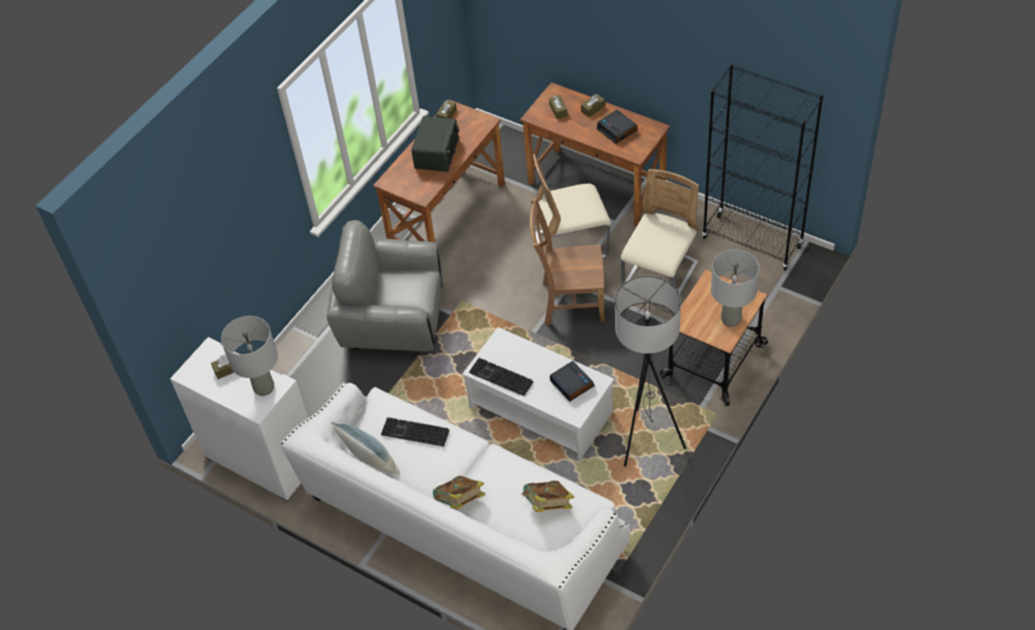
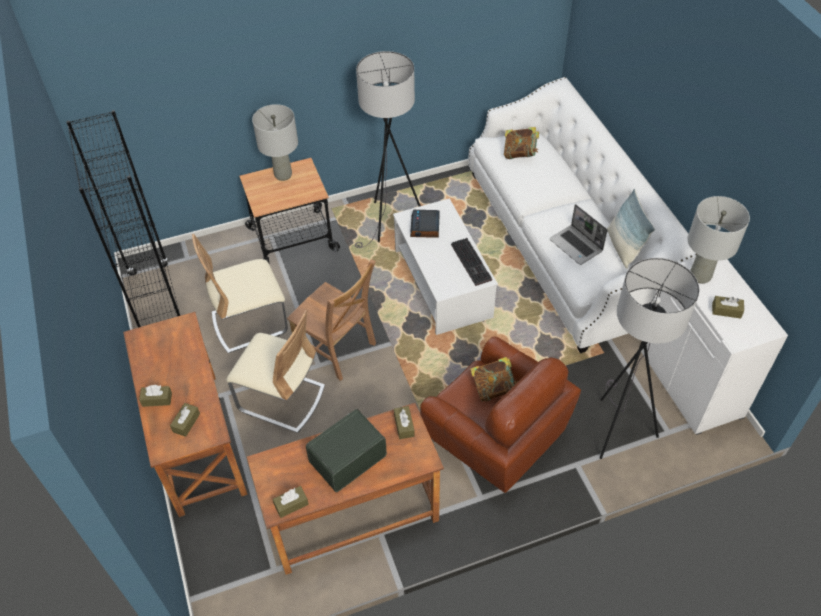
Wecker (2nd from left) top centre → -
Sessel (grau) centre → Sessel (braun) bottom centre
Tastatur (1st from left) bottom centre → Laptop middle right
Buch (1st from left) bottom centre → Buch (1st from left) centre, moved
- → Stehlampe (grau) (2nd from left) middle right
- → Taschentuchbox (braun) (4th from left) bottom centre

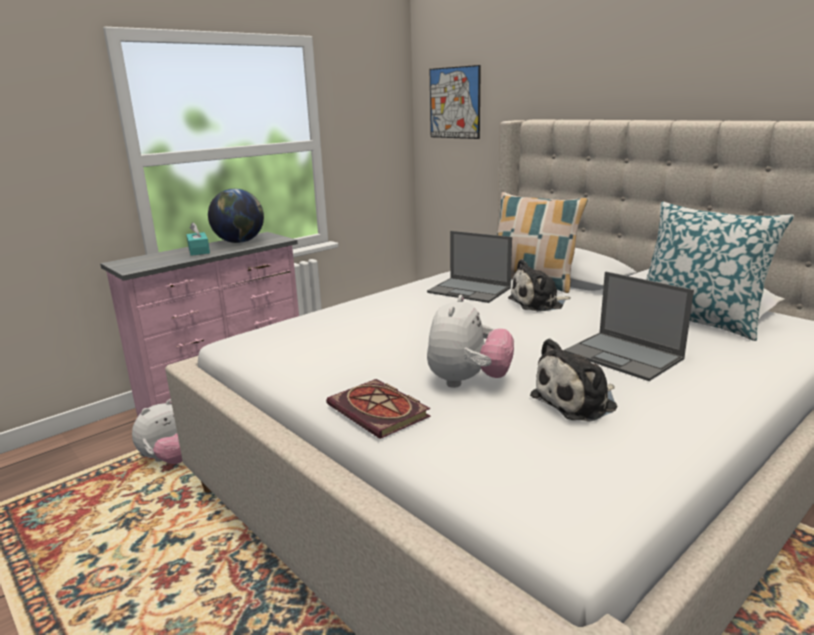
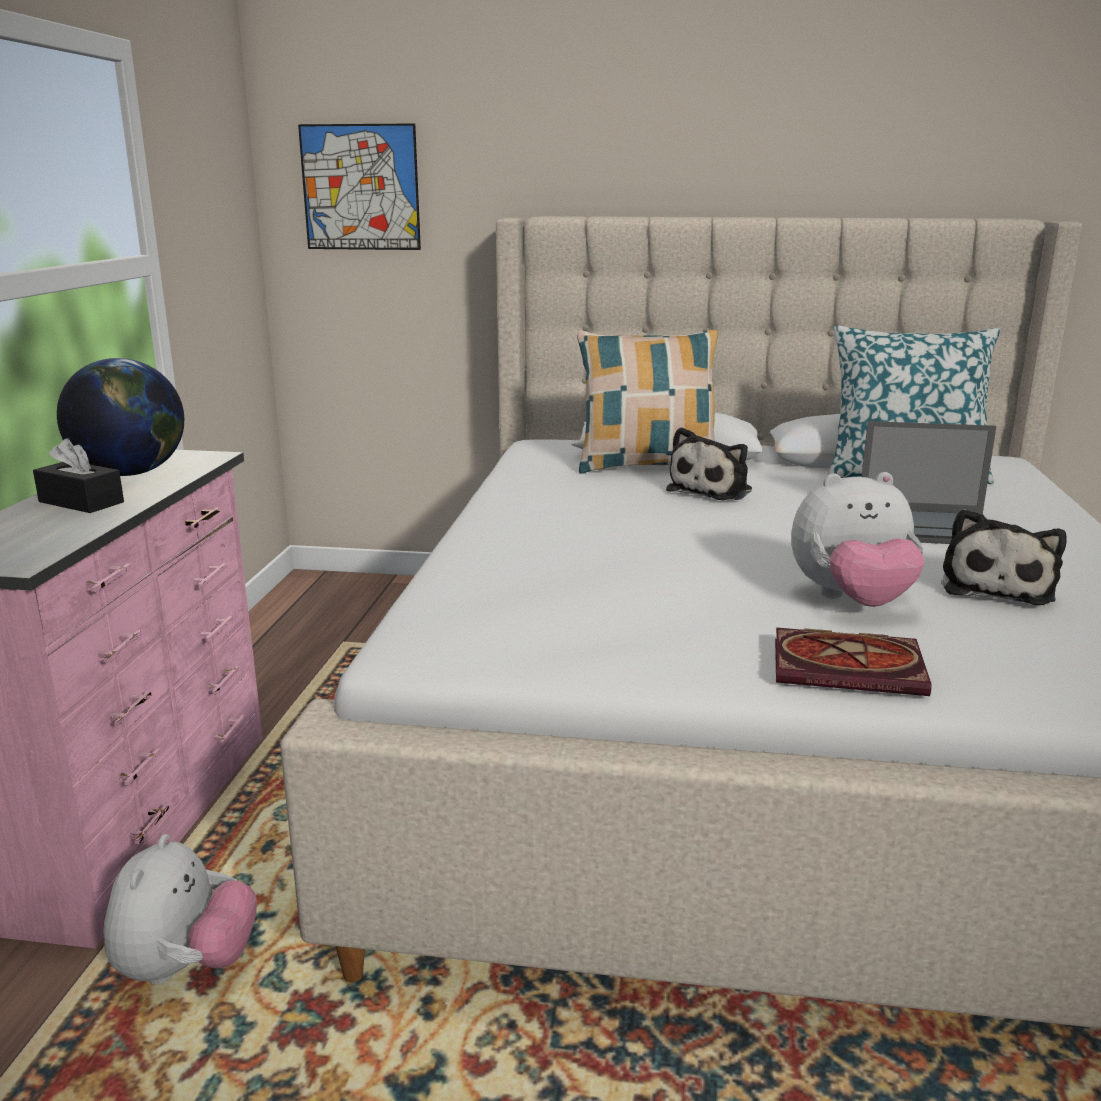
Taschentuchbox (türkis) middle left → Taschentuchbox (schwarz) middle left
Laptop (1st from left) centre → -
Plüschtier (2nd from left in the first image) centre → Plüschtier (3rd from left) middle right, 105 degrees clockwise

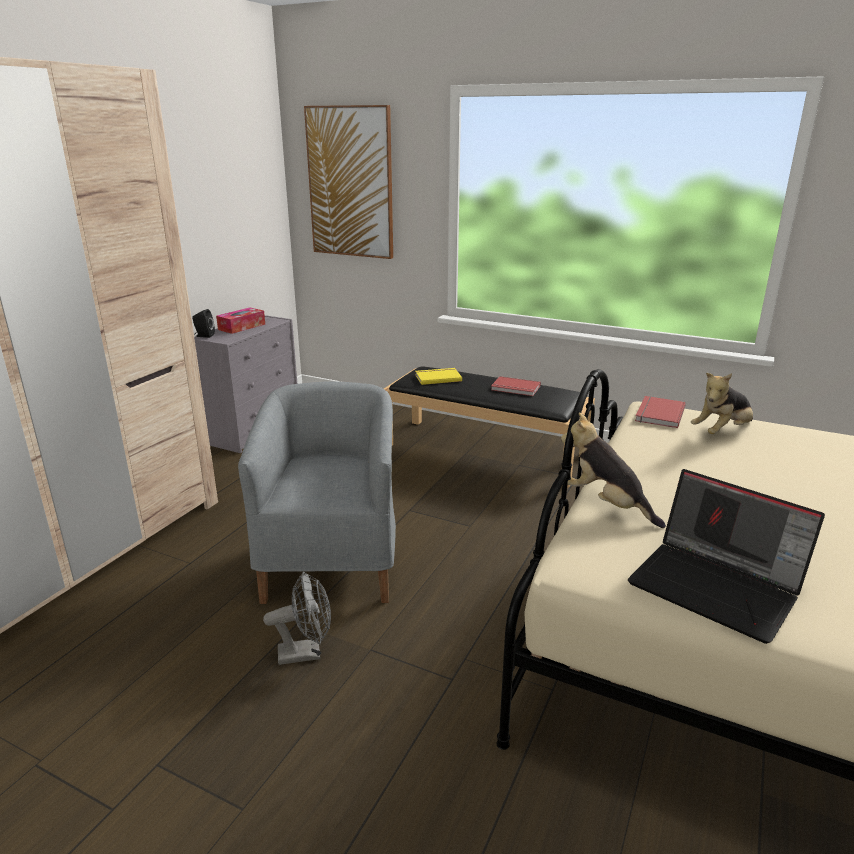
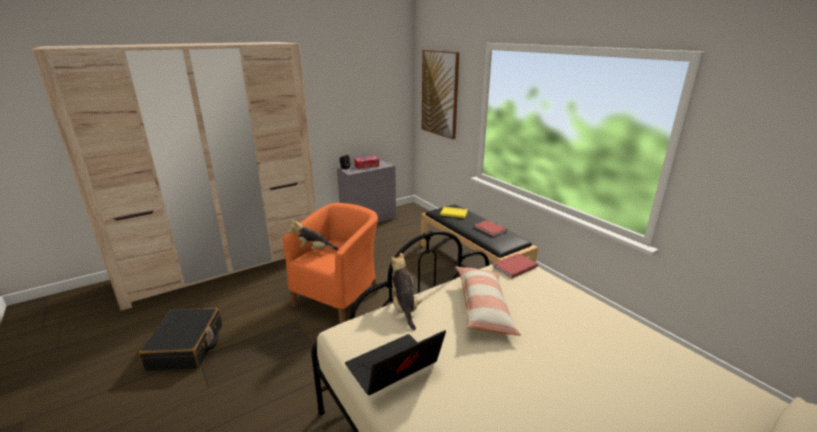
Plüschtier (2nd from left in the first image) middle right → Plüschtier (1st from left) centre, moved
Sessel (grau) centre → Sessel (orange) centre
Laptop middle right → Laptop bottom centre, 75 degrees clockwise
Ventilator (grau) bottom centre → -
- → Kissen bottom centre
- → Koffer (schwarz) bottom left

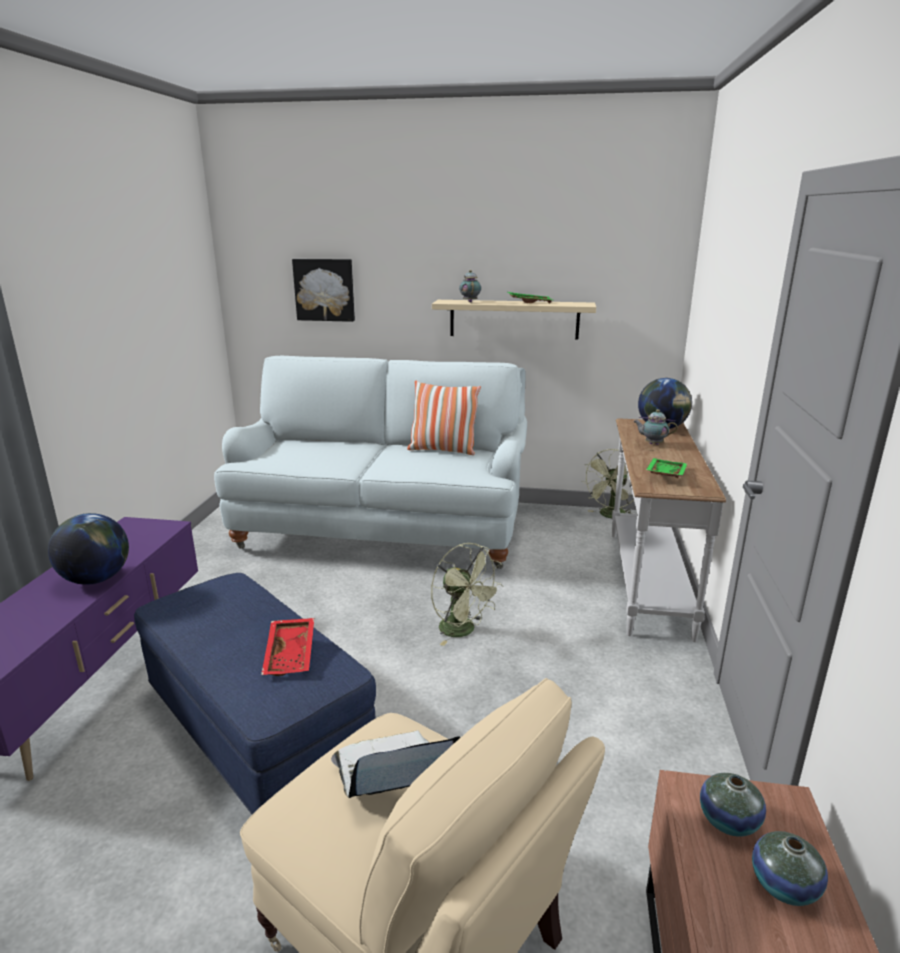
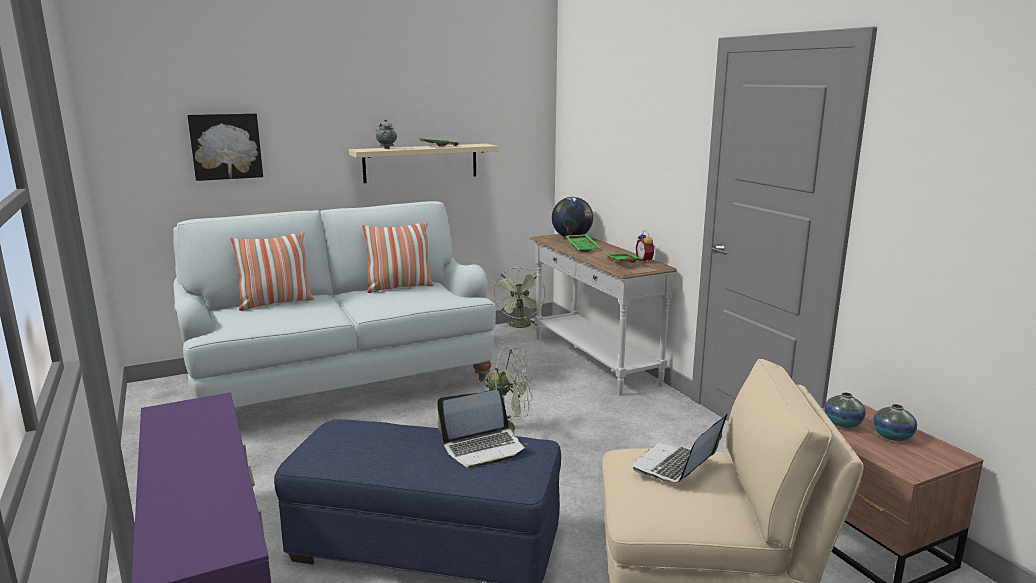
Teekanne (2nd from left) middle right → Tablett (grün) (2nd from left) centre
Globus (1st from left) middle left → -
Tablett (rot) bottom left → Laptop (1st from left) bottom centre
- → Wecker centre
- → Kissen (1st from left) middle left

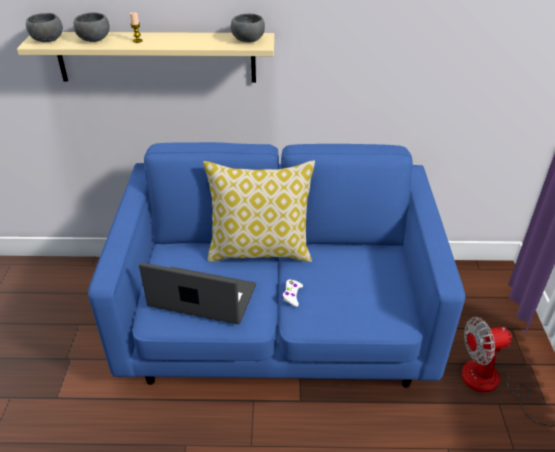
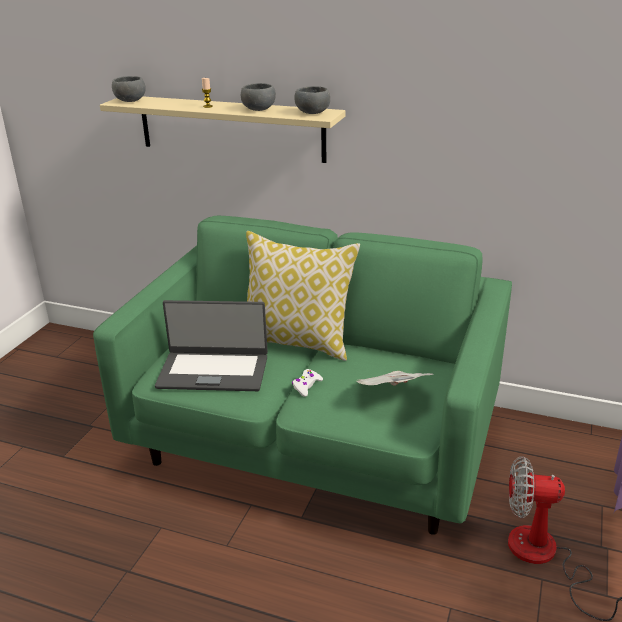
Schüssel (grau) (2nd from left) top left → Schüssel (grau) (2nd from left) top centre, moved
Sofa (blau) centre → Sofa (grün) centre
Laptop centre, 150 degrees clockwise
- → Zeitung centre

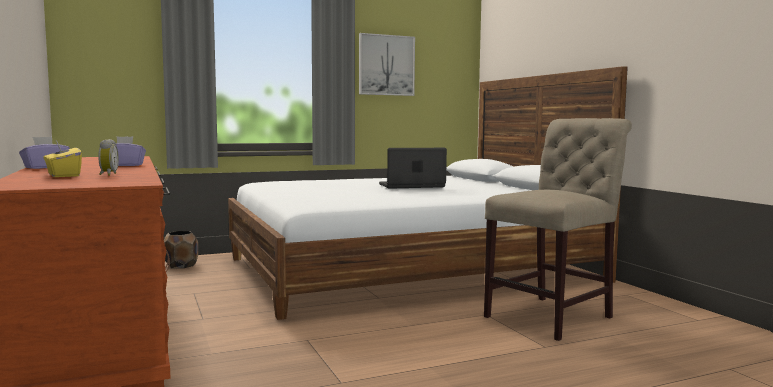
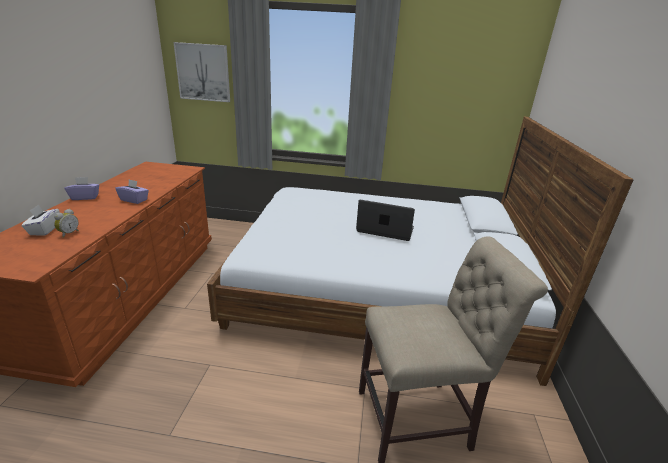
Bild top centre → Bild top left, moved
Taschentuchbox (gelb) middle left → Taschentuchbox (weiß) middle left
Pflanzkübel (braun) middle left → -

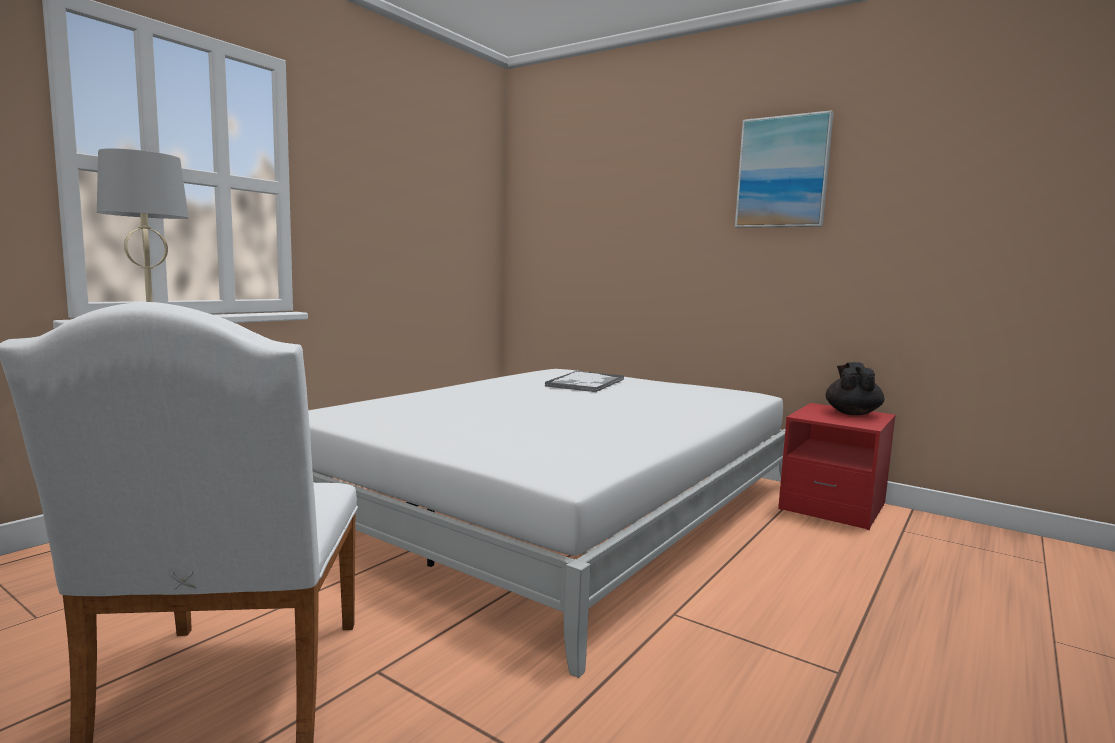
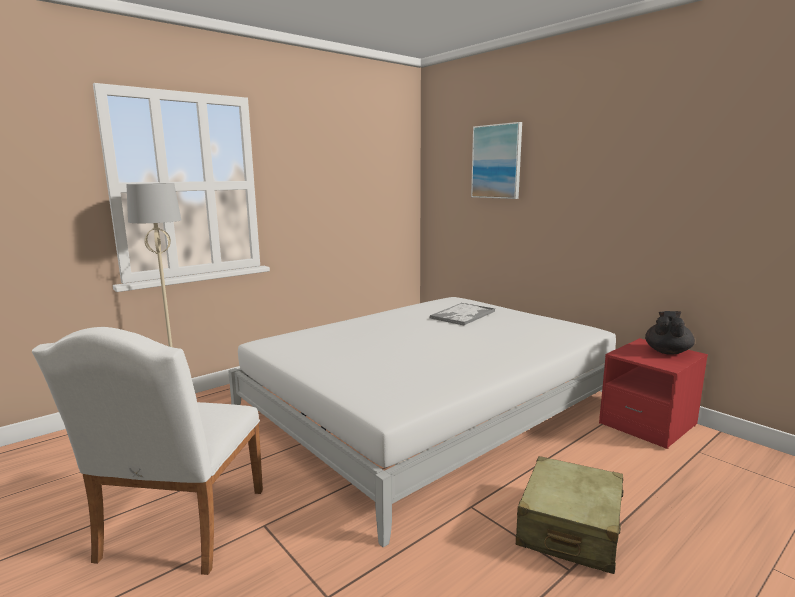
Bild top right → Bild top centre, moved
- → Koffer (beige) bottom right

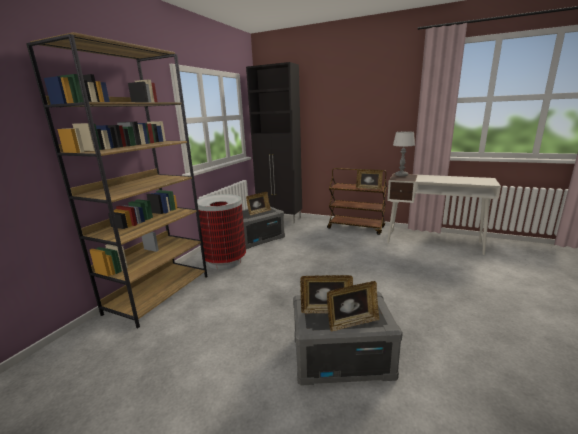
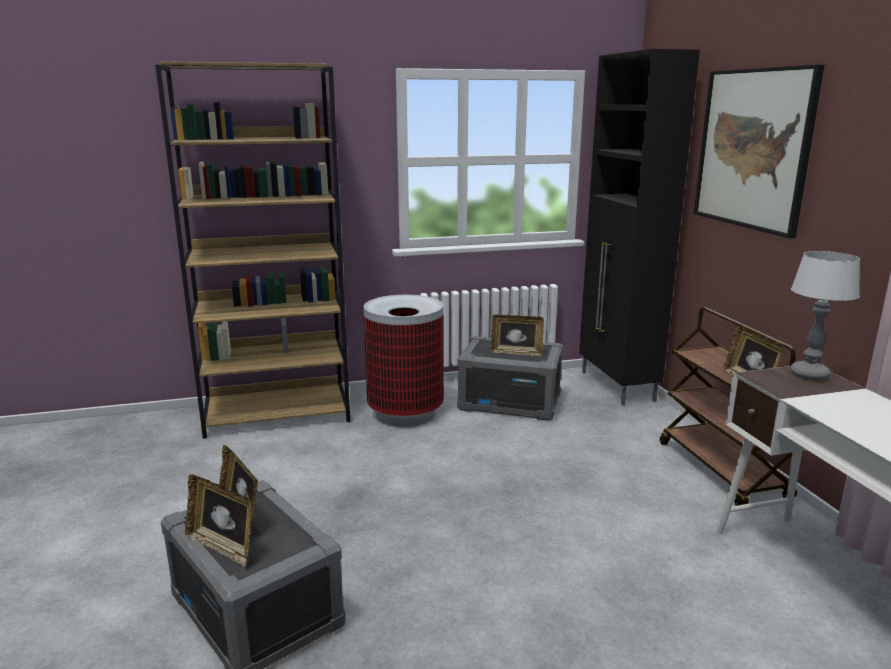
- → Bild top right

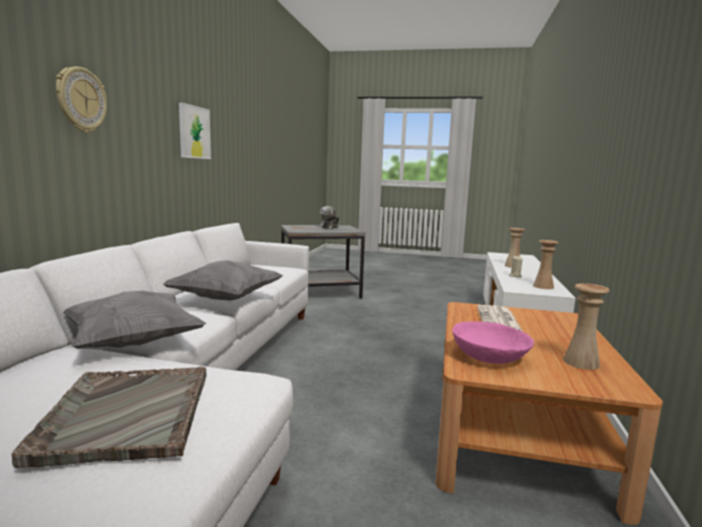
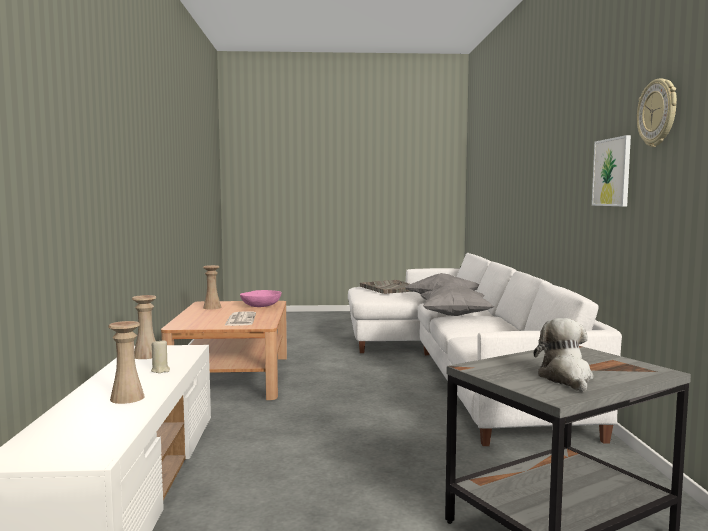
Wanduhr top left → Wanduhr top right, moved

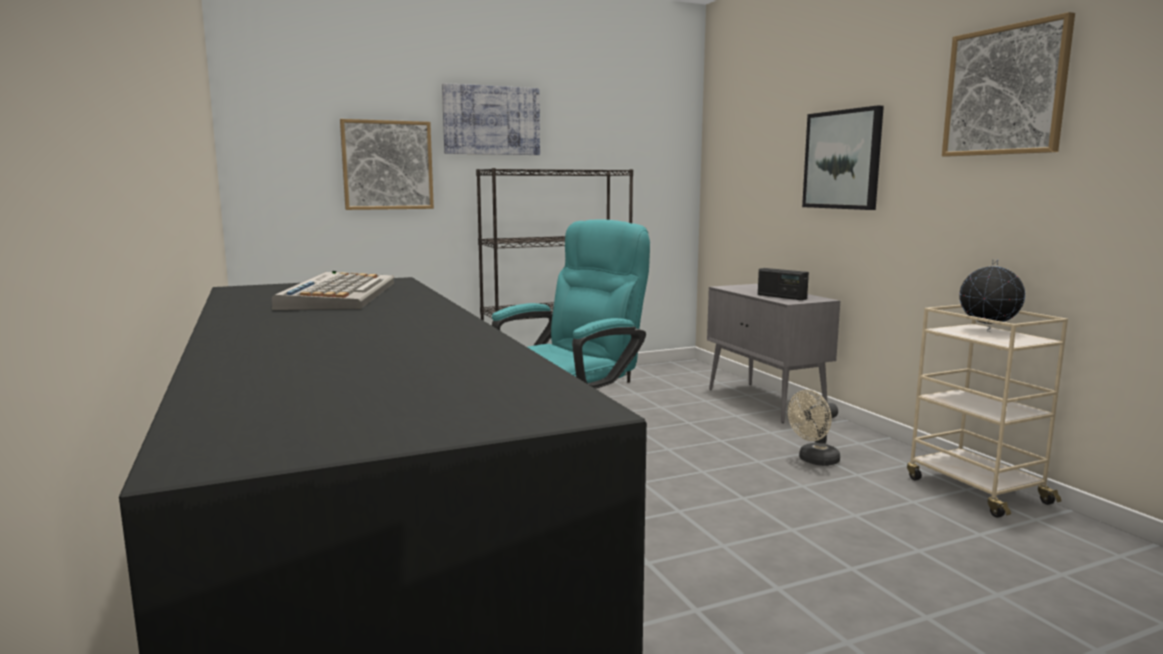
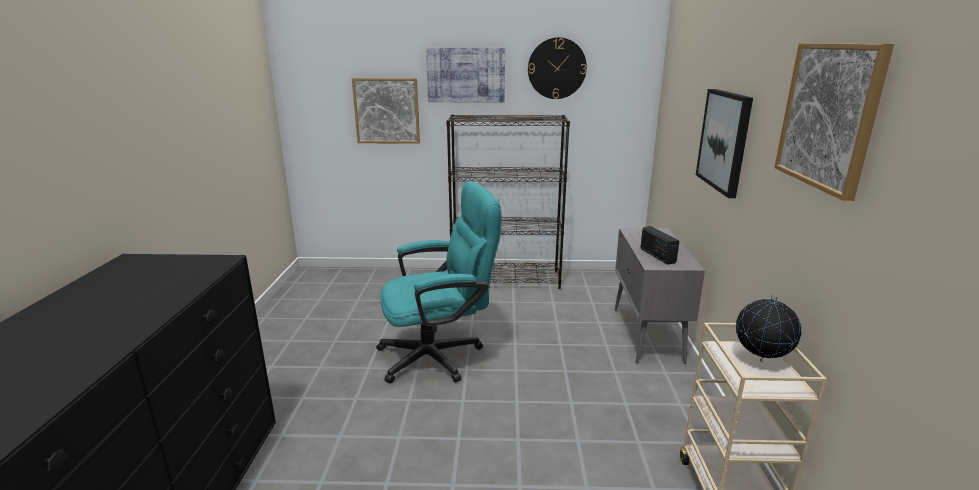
Tastatur middle left → -
Ventilator (beige) middle right → -
- → Wanduhr top centre

